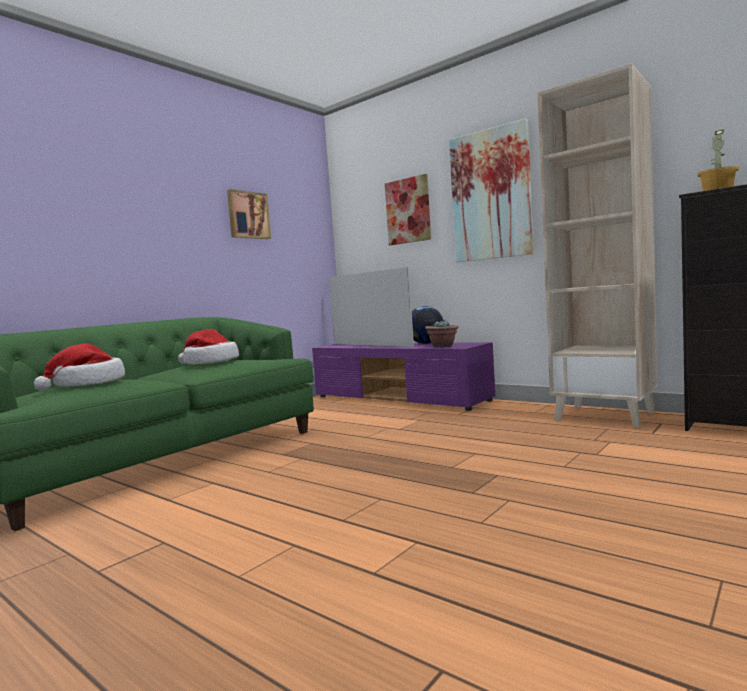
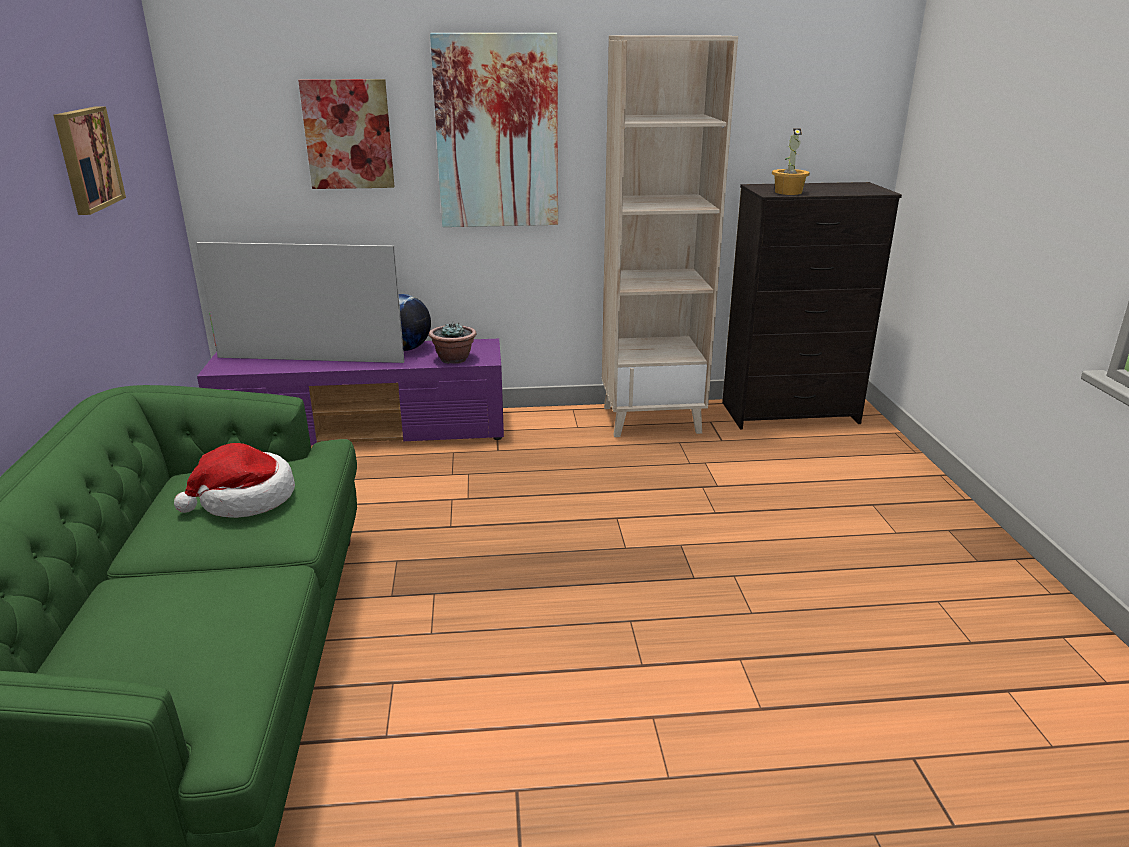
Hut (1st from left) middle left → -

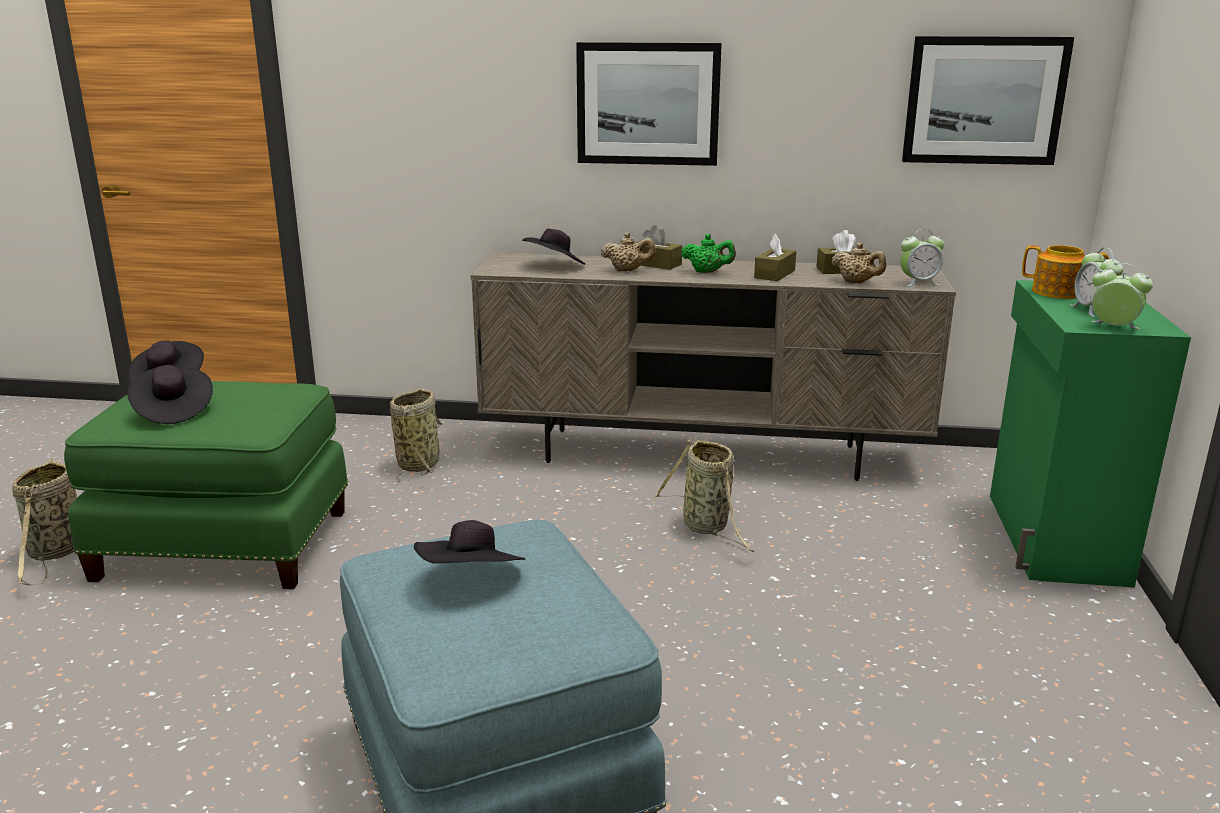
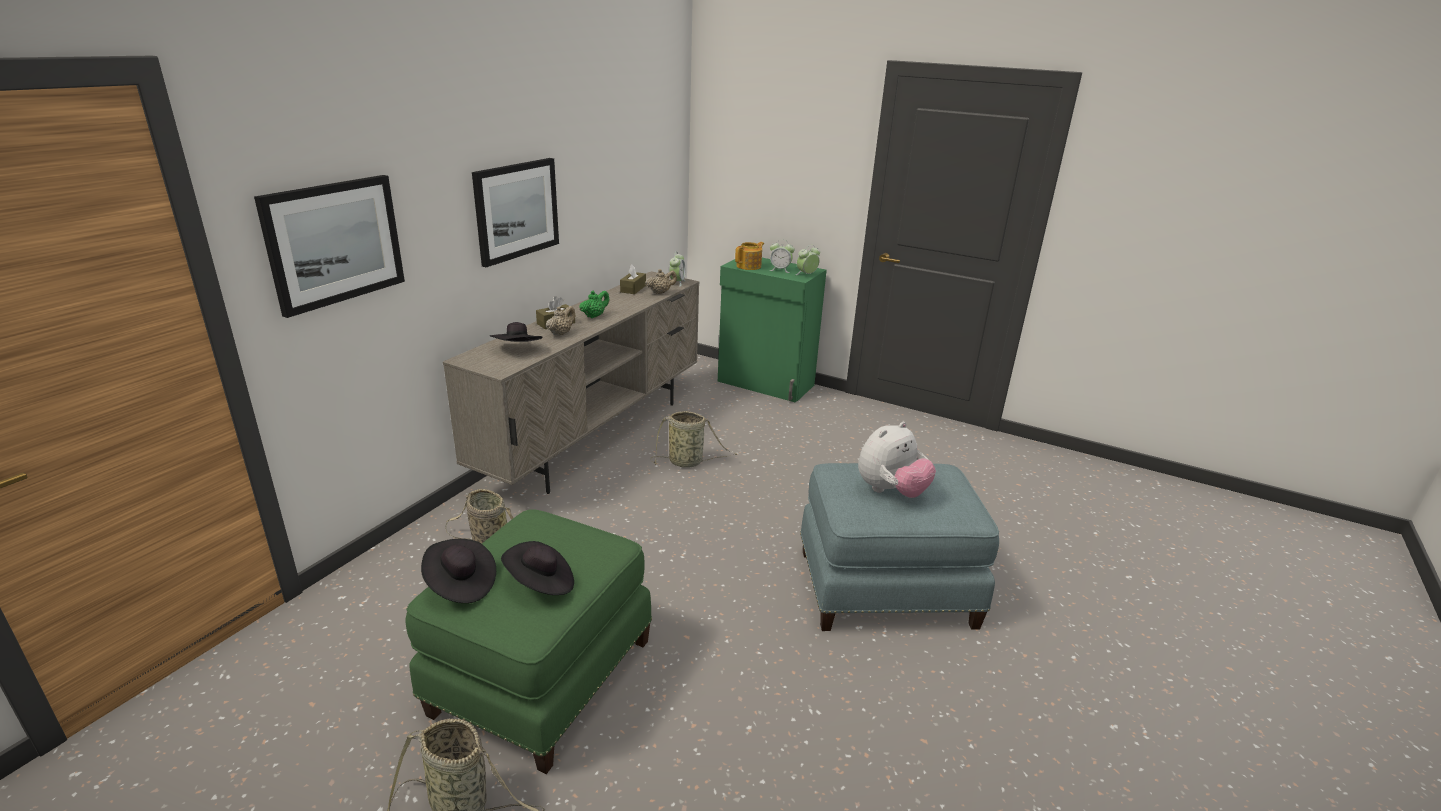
Bild (2nd from left in the first image) top right → Bild (1st from left) top left, moved
Taschentuchbox (braun) (2nd from left) top centre → -
Hut (schwarz) (3rd from left) bottom centre → Plüschtier centre

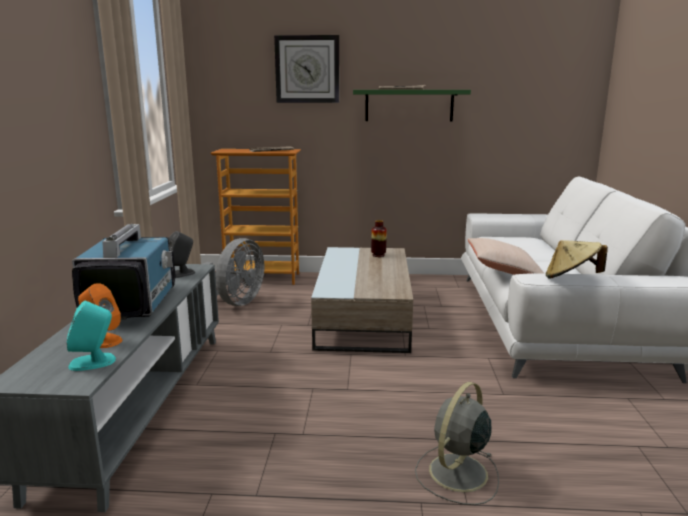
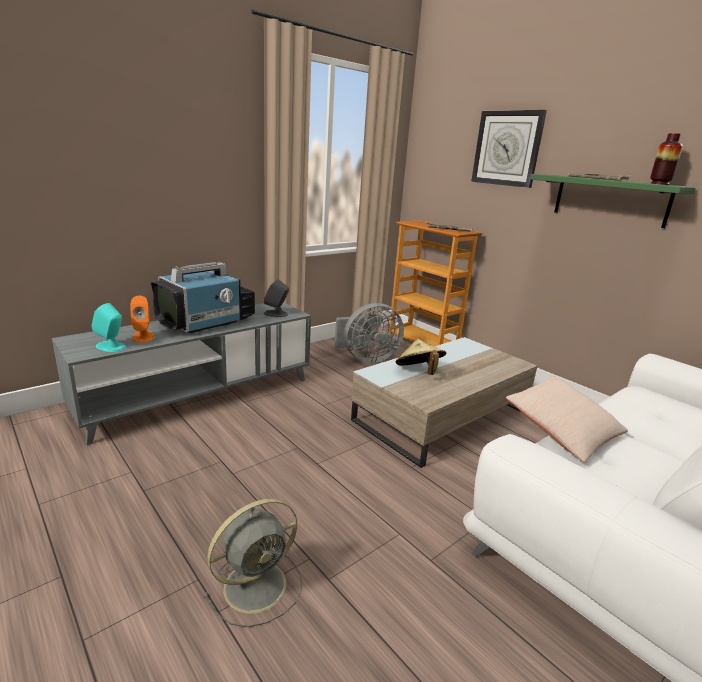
Vase centre → Vase top right, moved
Hut (beige) middle right → Hut (beige) centre, moved
Ventilator (grau) (2nd from left in the first image) bottom centre → Ventilator (grau) (1st from left) bottom centre, 150 degrees clockwise

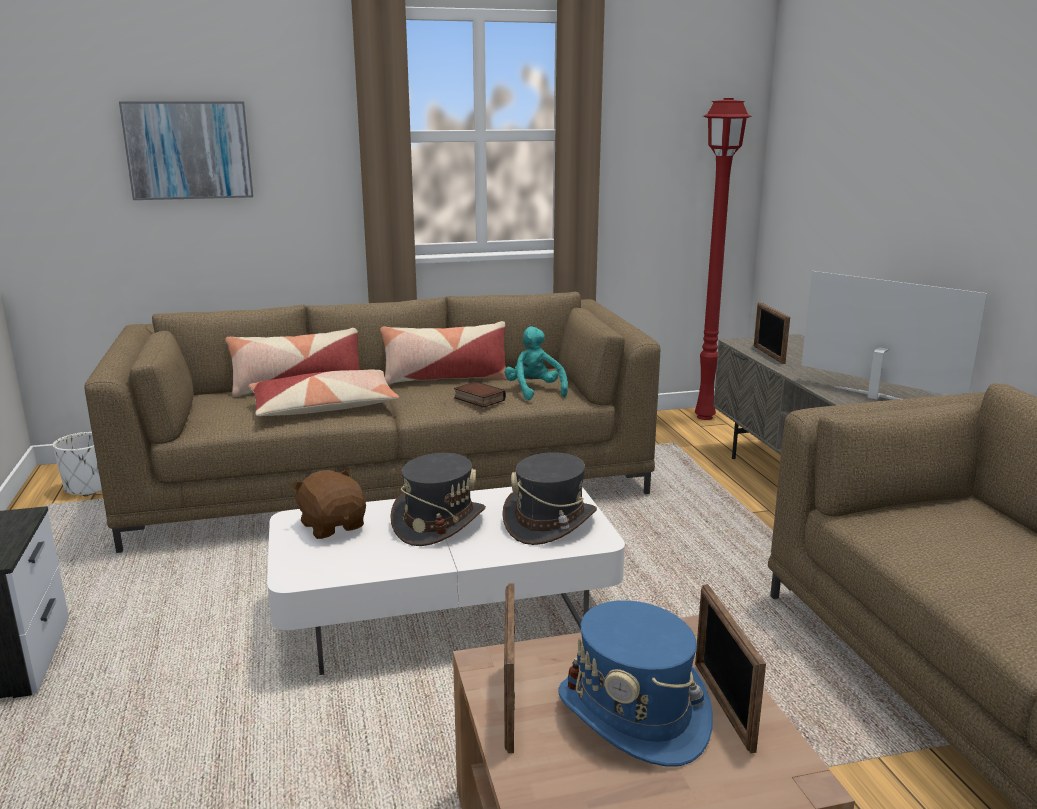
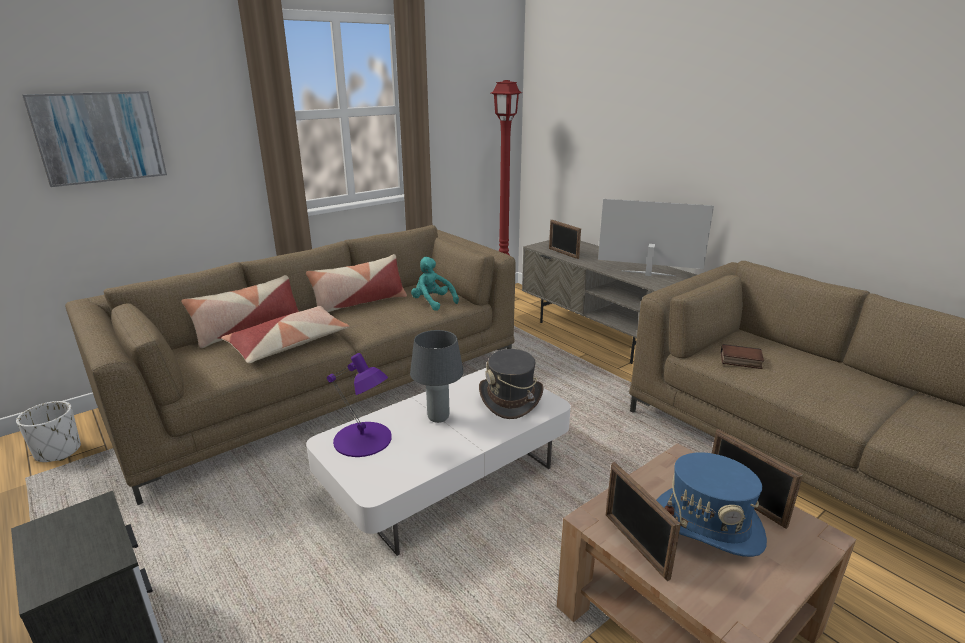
Buch centre → Buch middle right, moved
Hut (grau) (1st from left) centre → Tischlampe (grau) centre
Plüschtier (braun) middle left → Tischlampe (lila) centre

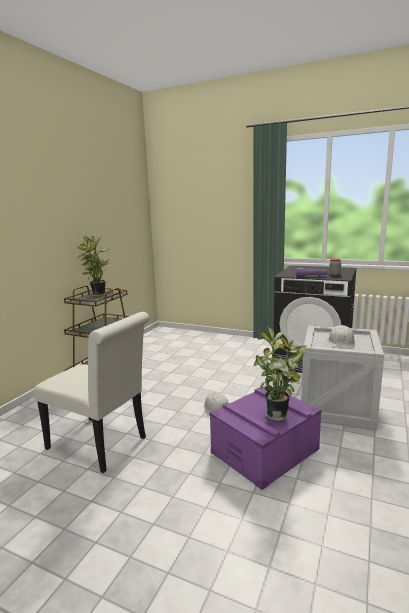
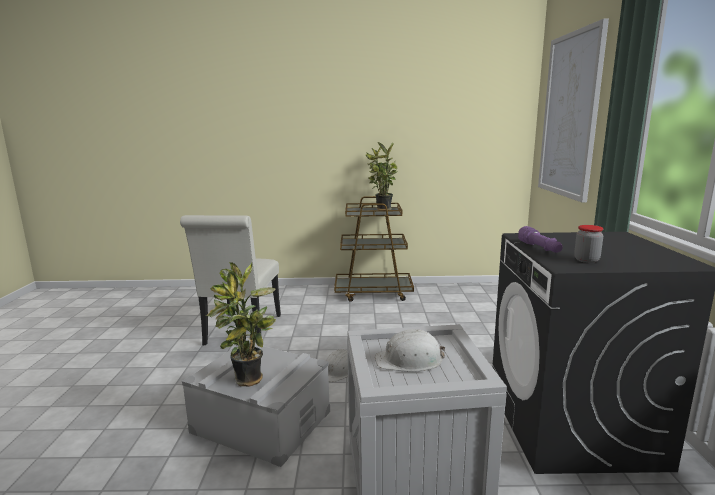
Aufbewahrungsbox (lila) bottom centre → Aufbewahrungsbox (grau) bottom centre
- → Bild top right

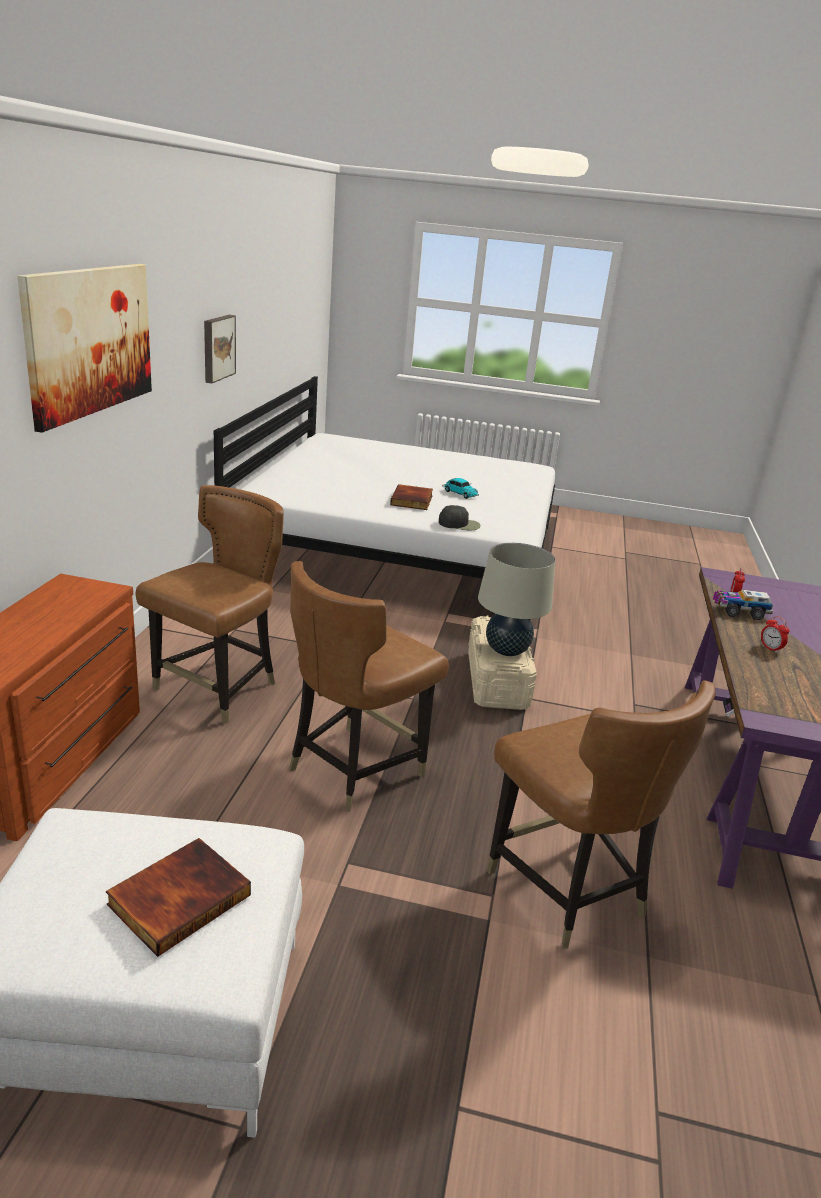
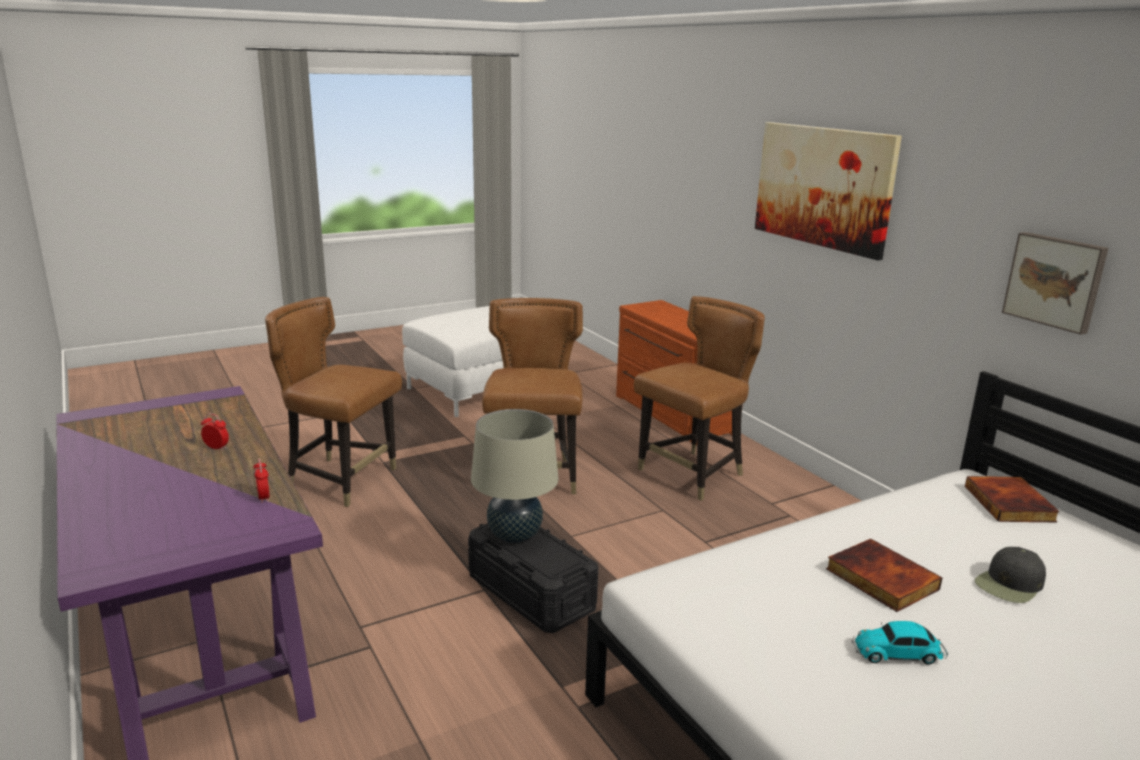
Stuhl (braun) (1st from left in the first image) middle left → Stuhl (braun) (3rd from left) centre, 120 degrees counterclockwise
Kappe (schwarz) centre → Kappe (schwarz) bottom right, moved
Spielzeuglaster middle right → -
Aufbewahrungsbox (beige) centre → Aufbewahrungsbox (schwarz) bottom centre
Buch (1st from left in the first image) bottom left → Buch (2nd from left) middle right, moved

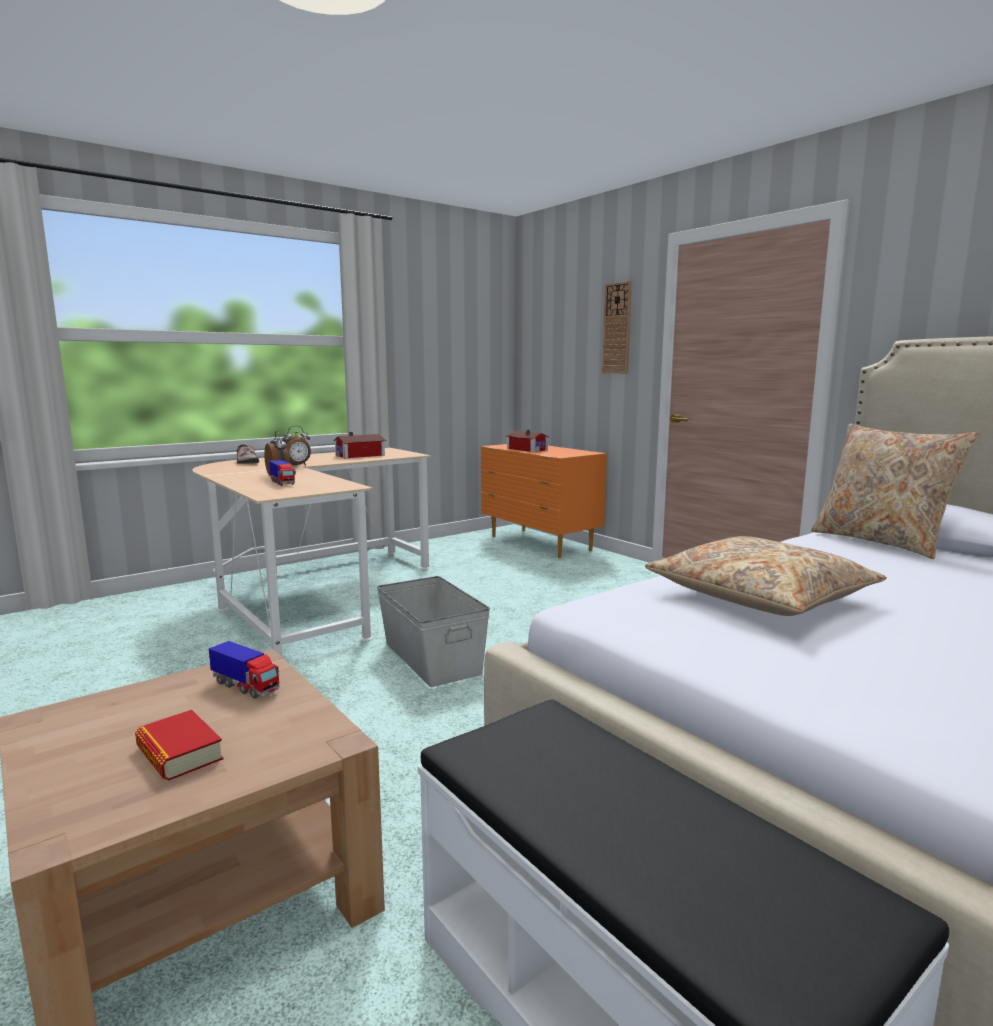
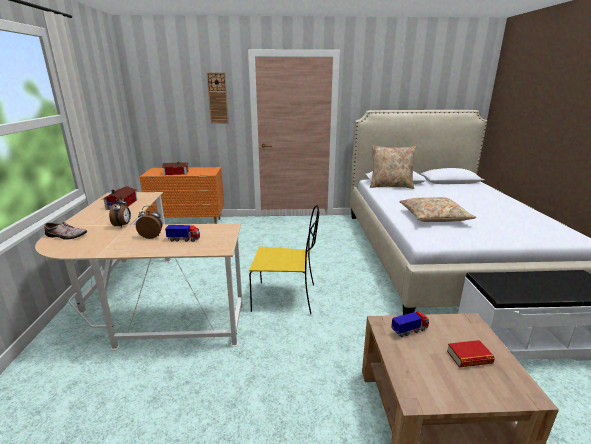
Aufbewahrungsbox (grau) centre → Stuhl (gelb) centre

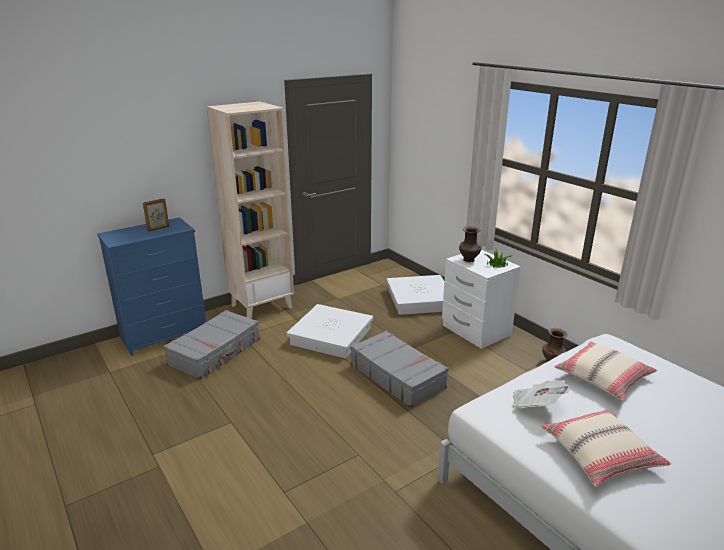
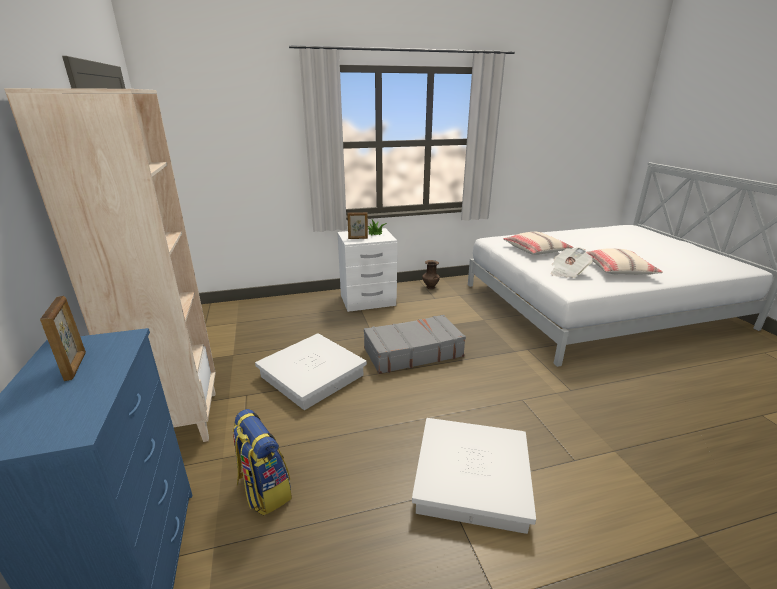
Vase (braun) (1st from left) centre → Bilderrahmen (2nd from left) centre
Aufbewahrungsbox (weiß) (2nd from left) centre → Aufbewahrungsbox (weiß) (2nd from left) bottom centre, moved
Koffer (grau) (1st from left) middle left → Rucksack bottom centre

